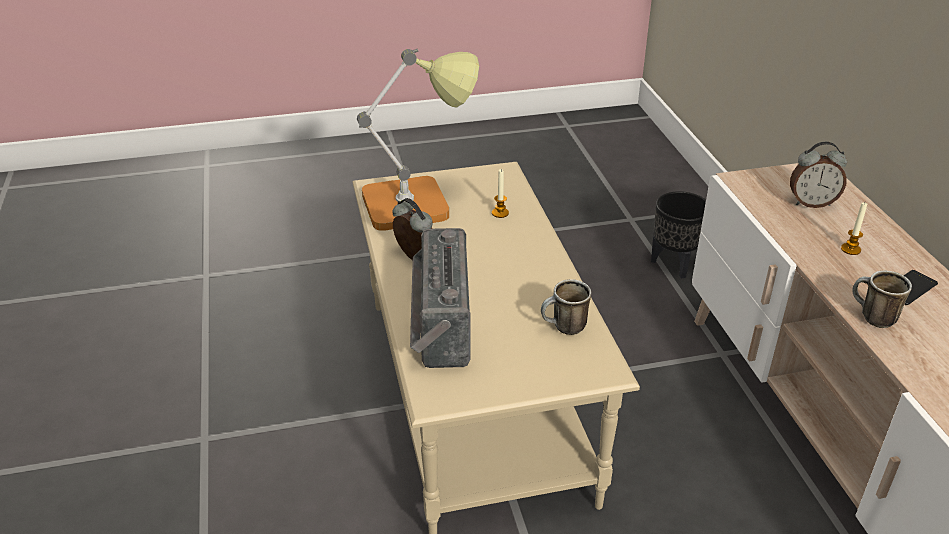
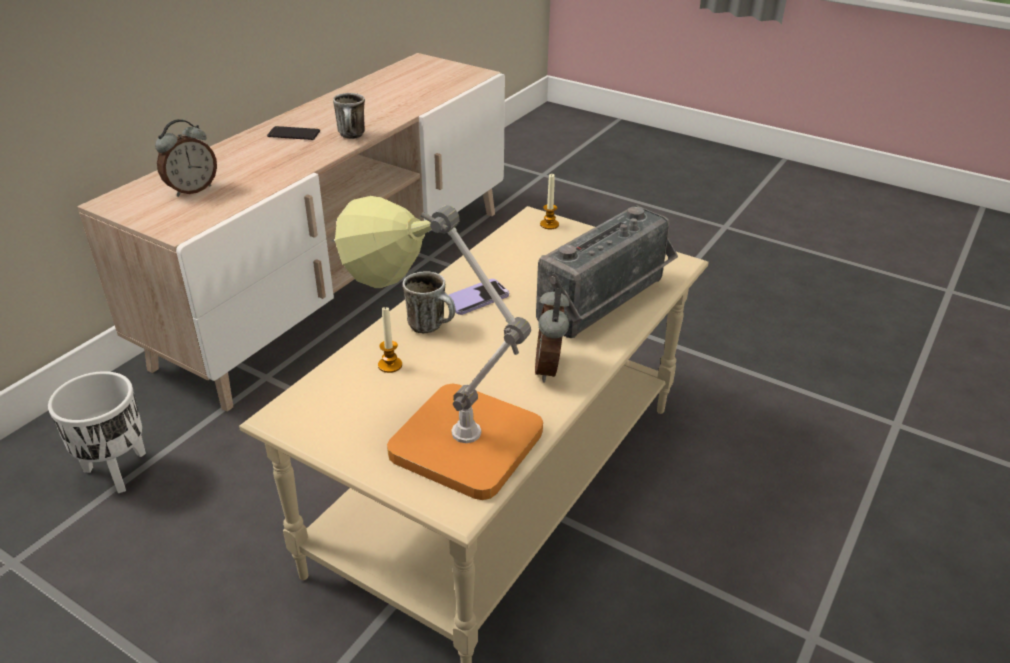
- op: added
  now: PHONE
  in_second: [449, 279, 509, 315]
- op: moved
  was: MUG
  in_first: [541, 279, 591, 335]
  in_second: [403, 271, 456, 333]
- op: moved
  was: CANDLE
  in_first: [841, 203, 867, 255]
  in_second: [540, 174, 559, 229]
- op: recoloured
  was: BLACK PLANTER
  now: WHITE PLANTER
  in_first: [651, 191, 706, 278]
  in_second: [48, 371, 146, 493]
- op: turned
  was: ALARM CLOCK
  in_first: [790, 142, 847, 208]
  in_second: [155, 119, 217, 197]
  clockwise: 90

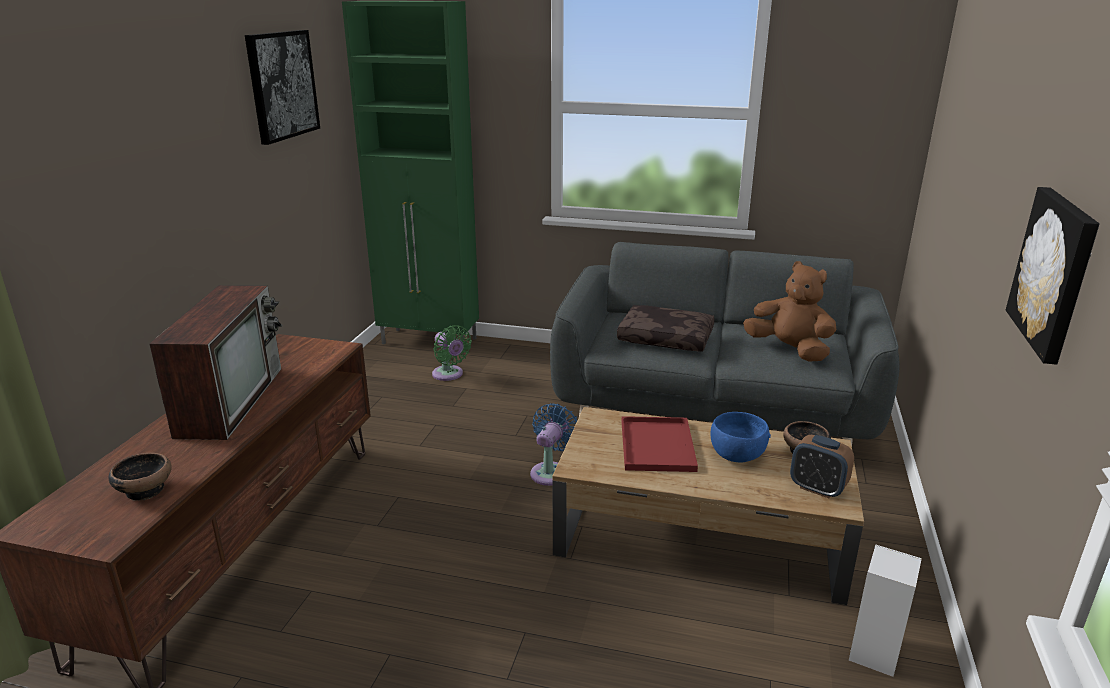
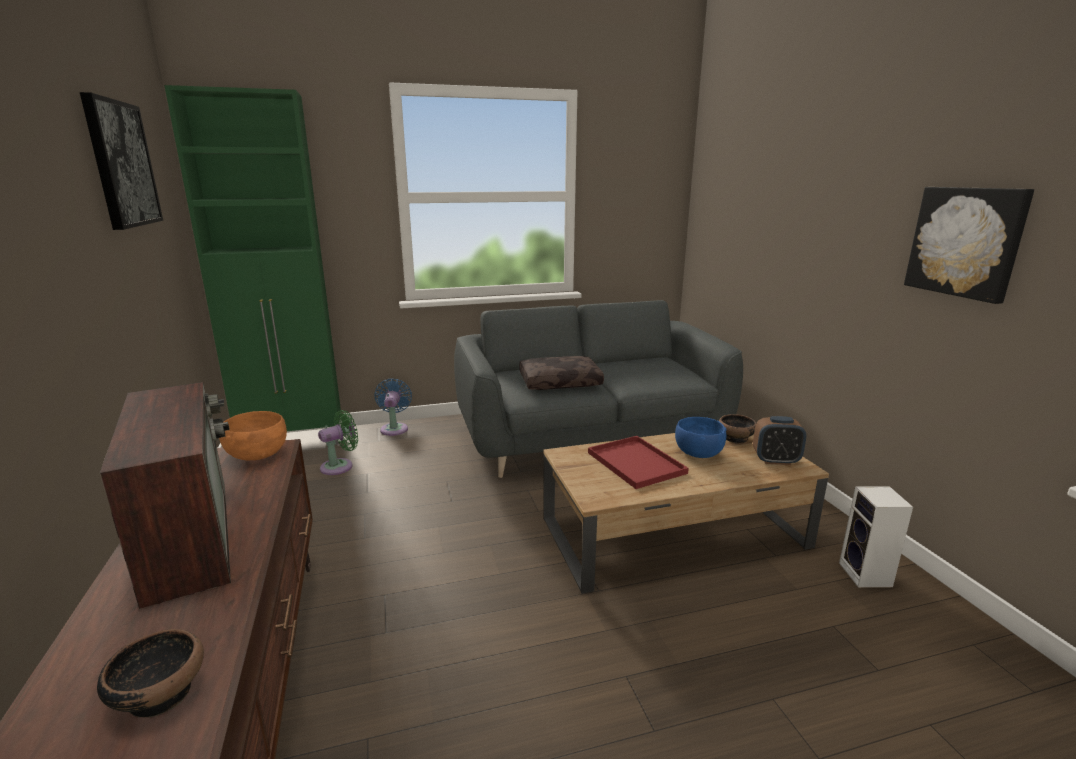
- op: removed
  was: BROWN PLUSH TOY
  in_first: [743, 261, 837, 362]
- op: added
  now: ORANGE BOWL
  in_second: [219, 411, 287, 460]
- op: moved
  was: BLUE FAN
  in_first: [530, 403, 577, 486]
  in_second: [375, 378, 412, 436]
- op: turned
  was: GREEN FAN
  in_first: [432, 325, 472, 381]
  in_second: [318, 410, 358, 475]
  clockwise: -60

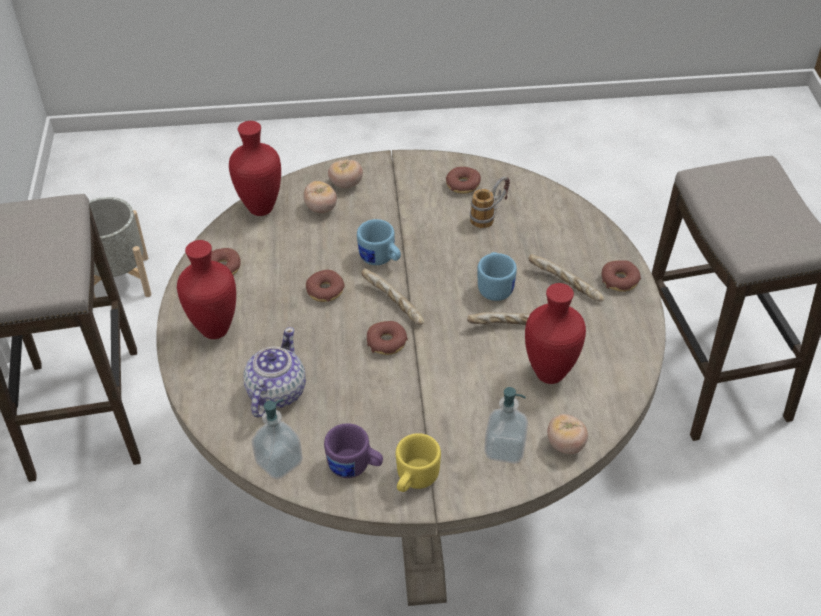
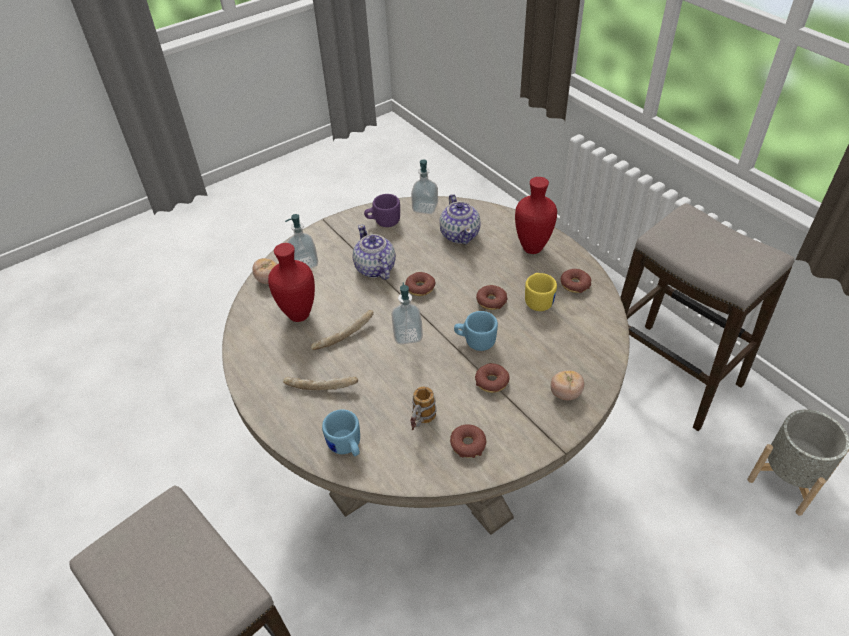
- op: removed
  was: RED VASE
  in_first: [229, 121, 281, 216]
- op: removed
  was: TOMATO
  in_first: [303, 181, 337, 213]
- op: removed
  was: BREAD
  in_first: [362, 268, 424, 325]
- op: added
  now: TEAPOT
  in_second: [352, 224, 396, 280]
- op: added
  now: SOAP DISPENSER
  in_second: [391, 283, 423, 344]
- op: moved
  was: YELLOW MUG
  in_first: [396, 433, 441, 492]
  in_second: [525, 273, 557, 311]
- op: moved
  was: BLUE MUG
  in_first: [477, 252, 517, 301]
  in_second: [322, 409, 360, 456]
- op: moved
  was: DONUT
  in_first: [601, 260, 641, 292]
  in_second: [475, 363, 510, 393]

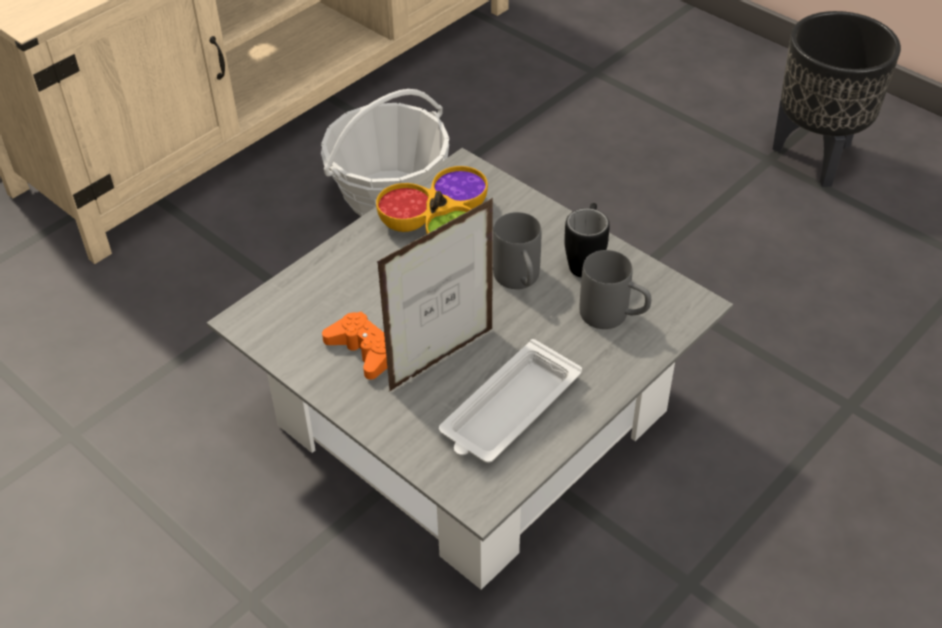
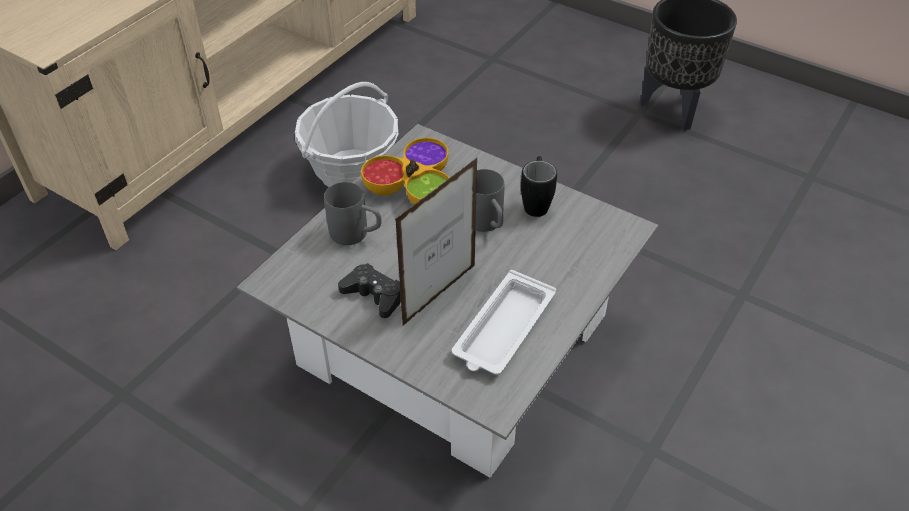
- op: moved
  was: GREY MUG
  in_first: [580, 250, 651, 329]
  in_second: [324, 182, 382, 245]
- op: recoloured
  was: ORANGE GAME CONTROLLER
  now: BLACK GAME CONTROLLER
  in_first: [322, 312, 387, 380]
  in_second: [338, 263, 401, 318]

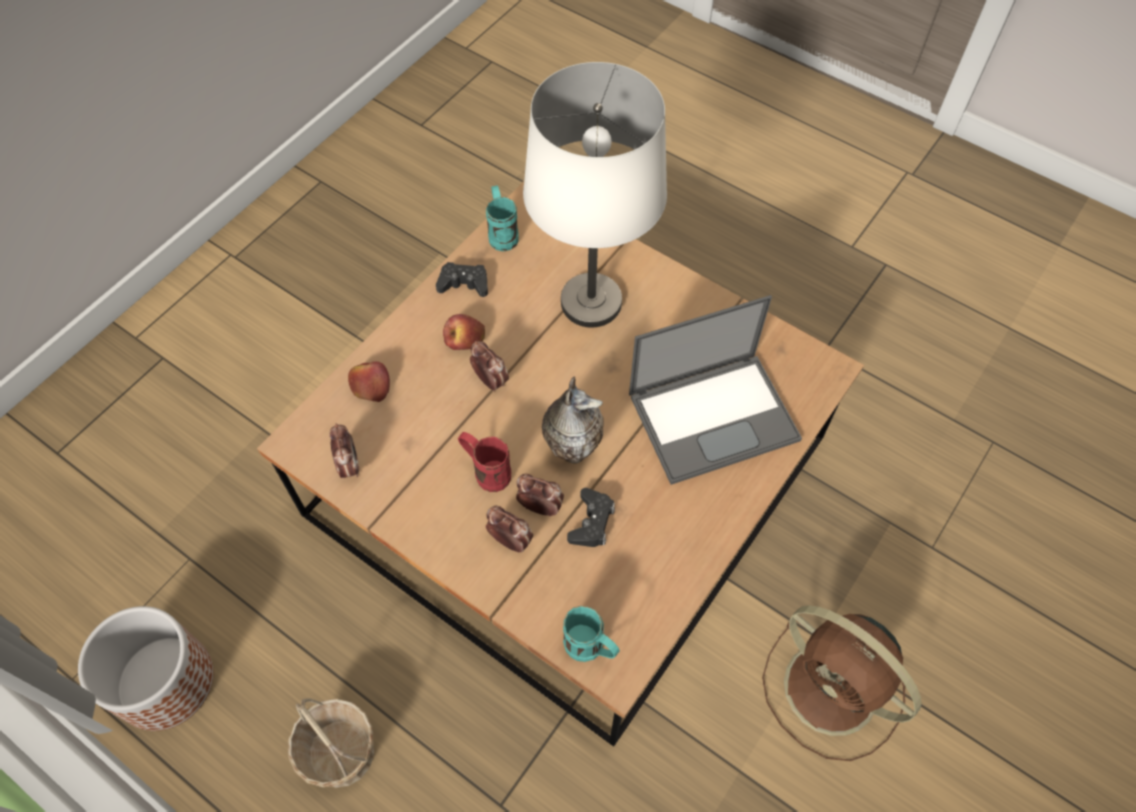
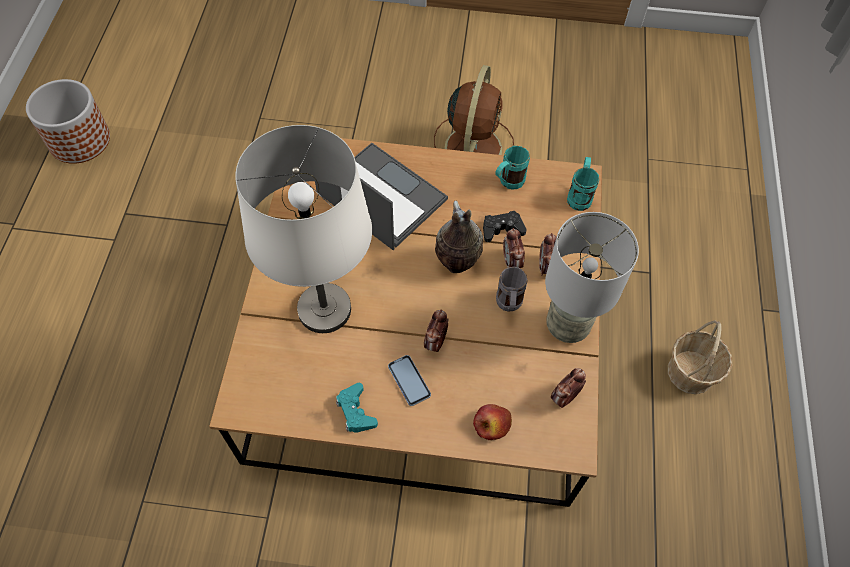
- op: added
  now: GREY TABLE LAMP
  in_second: [545, 212, 639, 343]
- op: moved
  was: PLANTER
  in_first: [78, 606, 214, 731]
  in_second: [26, 79, 110, 164]
- op: moved
  was: TURQUOISE MUG
  in_first: [486, 185, 519, 251]
  in_second: [495, 146, 530, 190]
- op: replaced
  was: APPLE
  now: PHONE
  in_first: [443, 314, 485, 350]
  in_second: [388, 355, 431, 406]
- op: recoloured
  was: BLACK GAME CONTROLLER
  now: TURQUOISE GAME CONTROLLER
  in_first: [436, 262, 488, 297]
  in_second: [336, 383, 378, 433]
- op: recoloured
  was: RED MUG
  now: GREY MUG
  in_first: [458, 432, 511, 492]
  in_second: [496, 267, 527, 312]

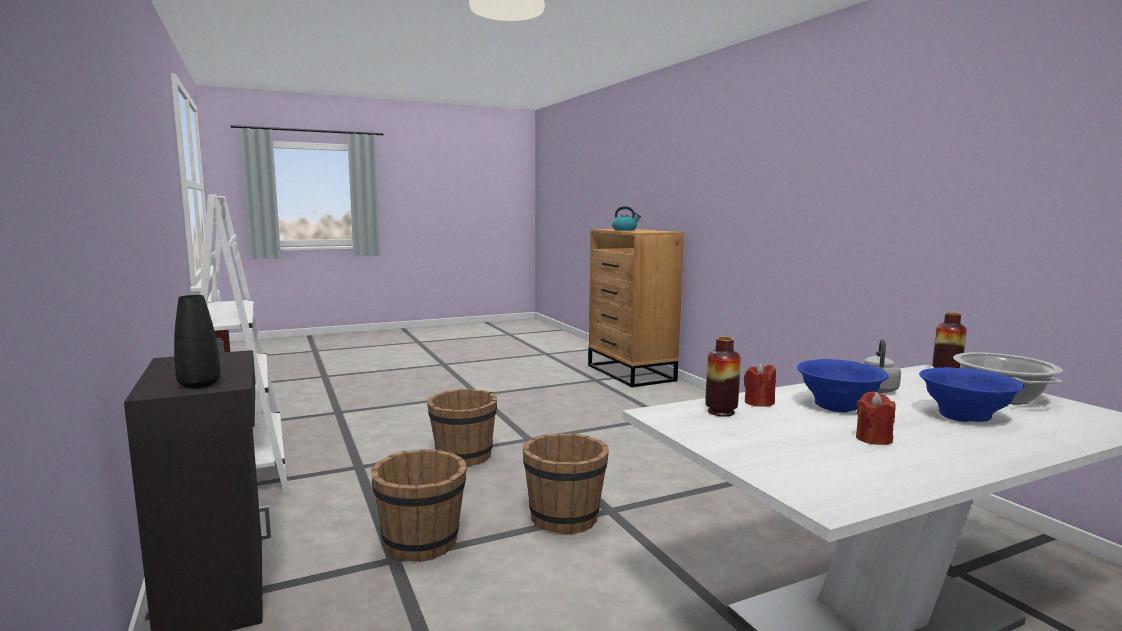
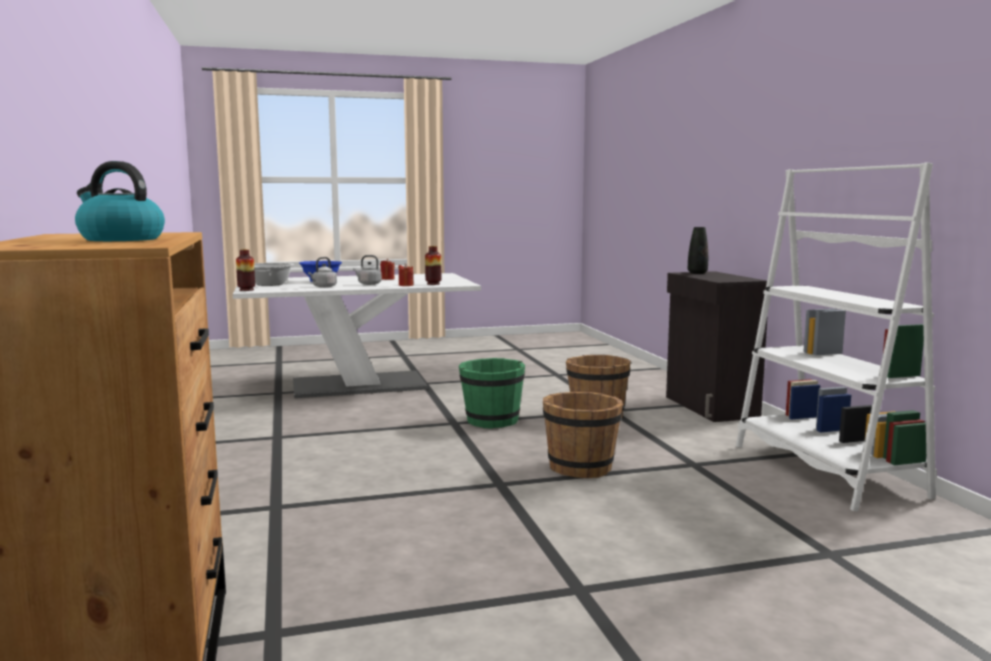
- op: replaced
  was: BLUE BOWL
  now: GREY KETTLE
  in_first: [797, 359, 889, 412]
  in_second: [353, 255, 382, 285]
- op: recoloured
  was: BROWN BUCKET
  now: GREEN BUCKET
  in_first: [523, 433, 609, 534]
  in_second: [459, 358, 525, 429]

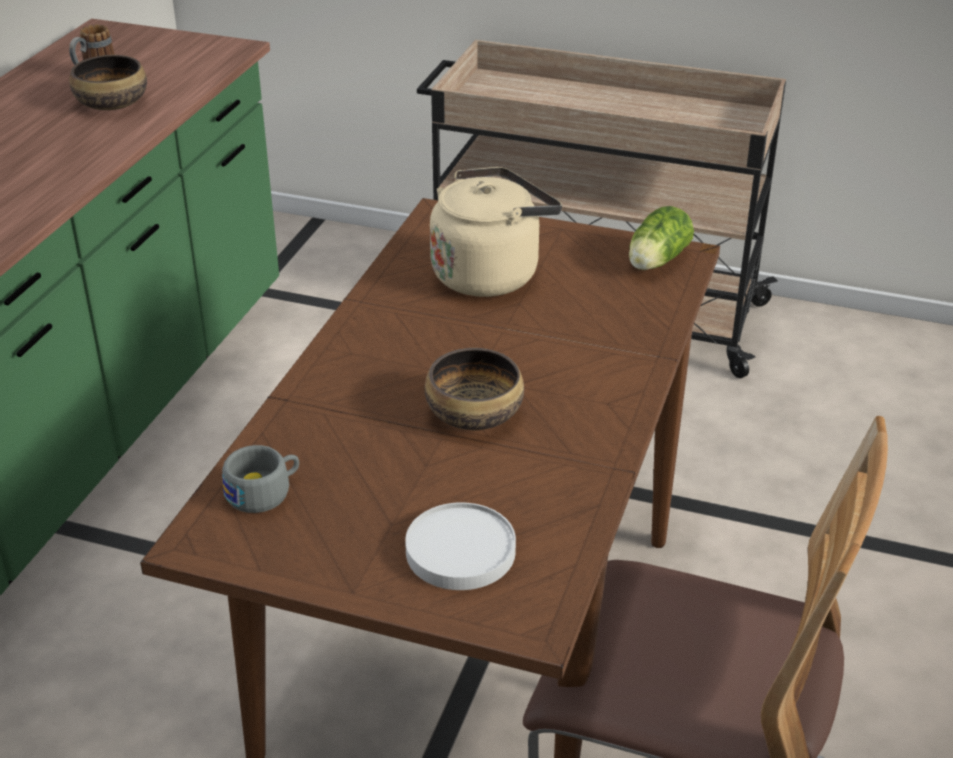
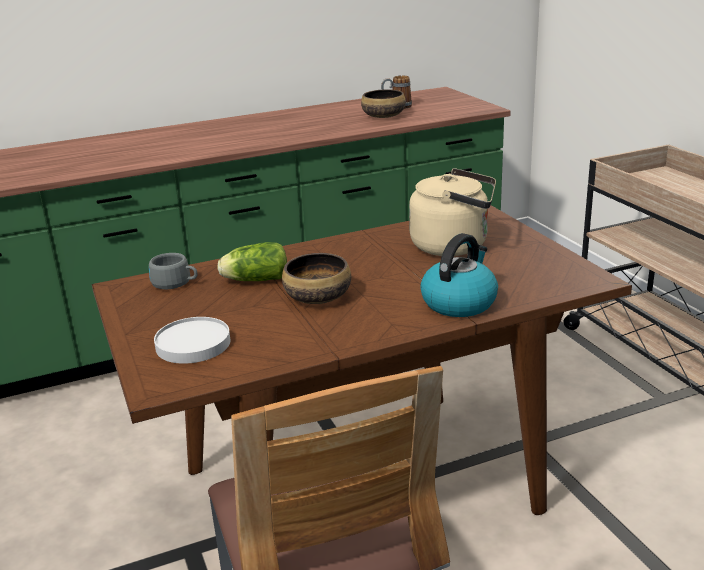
- op: added
  now: KETTLE
  in_second: [420, 233, 498, 317]
- op: moved
  was: LETTUCE
  in_first: [629, 206, 694, 270]
  in_second: [217, 242, 287, 281]

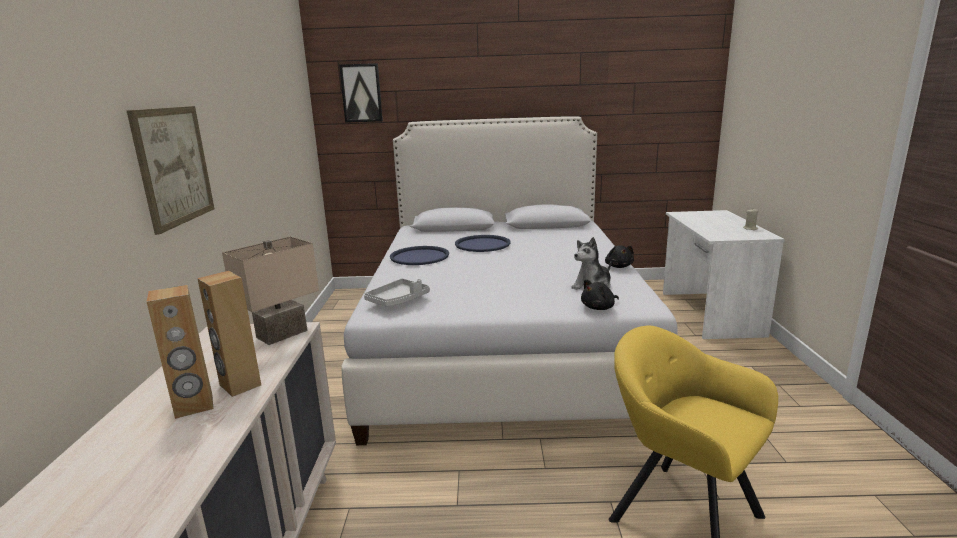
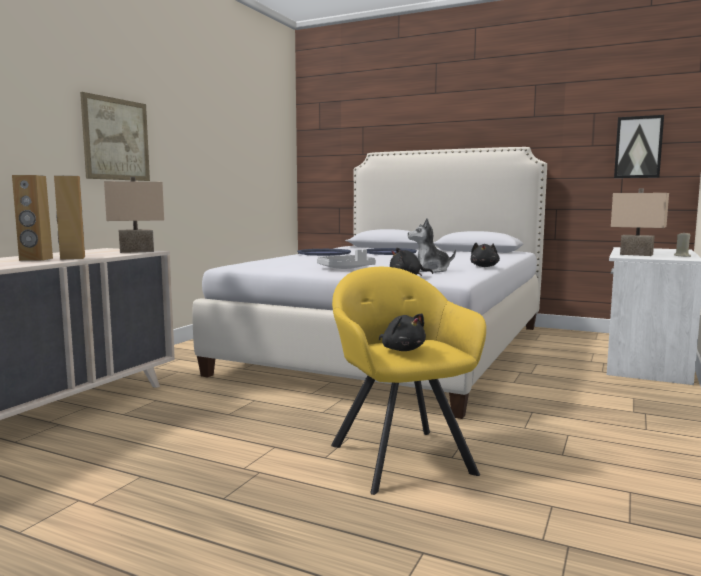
- op: added
  now: BLACK PLUSH TOY
  in_second: [379, 314, 426, 351]
- op: added
  now: BEIGE TABLE LAMP
  in_second: [611, 188, 669, 256]
- op: moved
  was: PICTURE
  in_first: [339, 63, 383, 123]
  in_second: [614, 115, 664, 178]
- op: moved
  was: GREY TRAY
  in_first: [364, 278, 430, 307]
  in_second: [317, 249, 376, 269]

